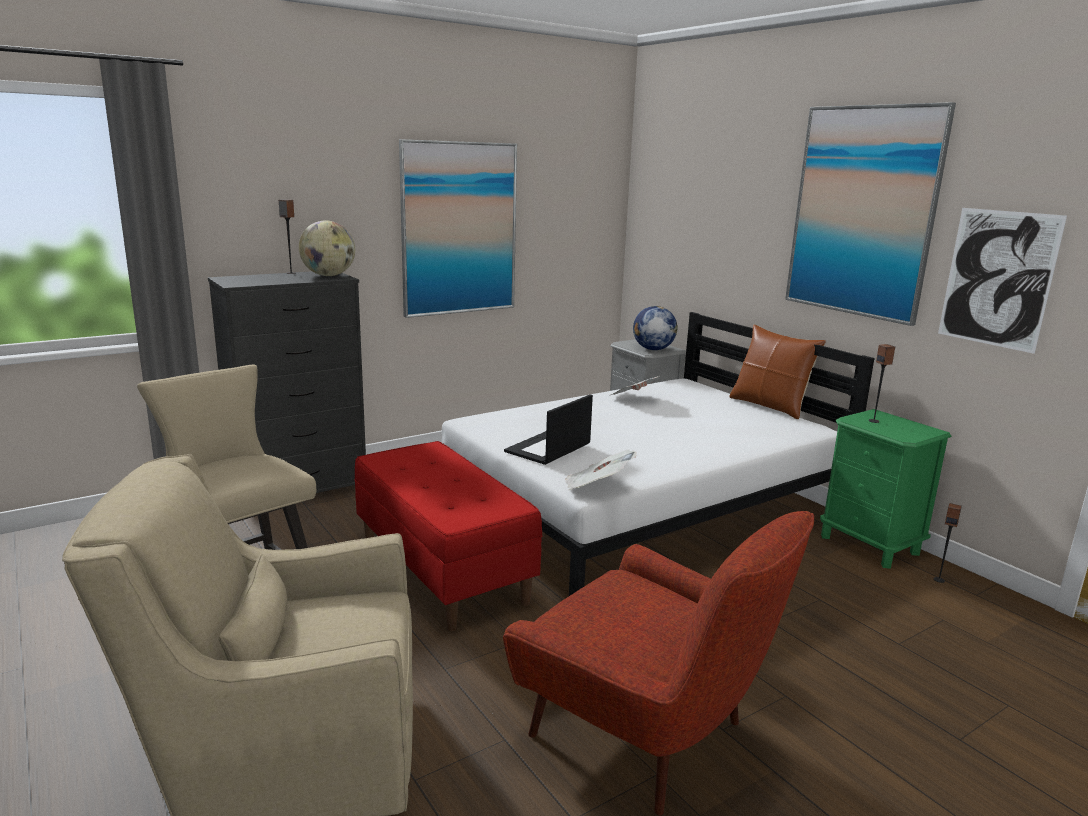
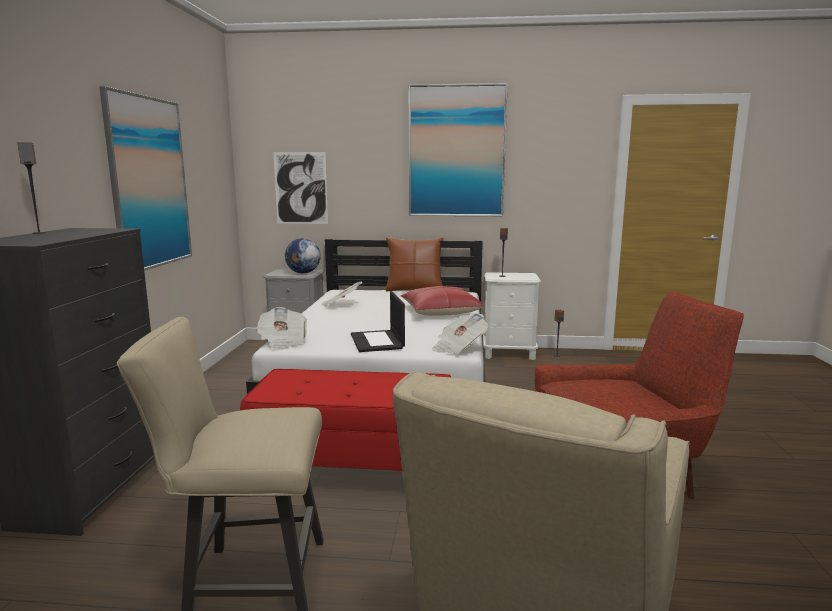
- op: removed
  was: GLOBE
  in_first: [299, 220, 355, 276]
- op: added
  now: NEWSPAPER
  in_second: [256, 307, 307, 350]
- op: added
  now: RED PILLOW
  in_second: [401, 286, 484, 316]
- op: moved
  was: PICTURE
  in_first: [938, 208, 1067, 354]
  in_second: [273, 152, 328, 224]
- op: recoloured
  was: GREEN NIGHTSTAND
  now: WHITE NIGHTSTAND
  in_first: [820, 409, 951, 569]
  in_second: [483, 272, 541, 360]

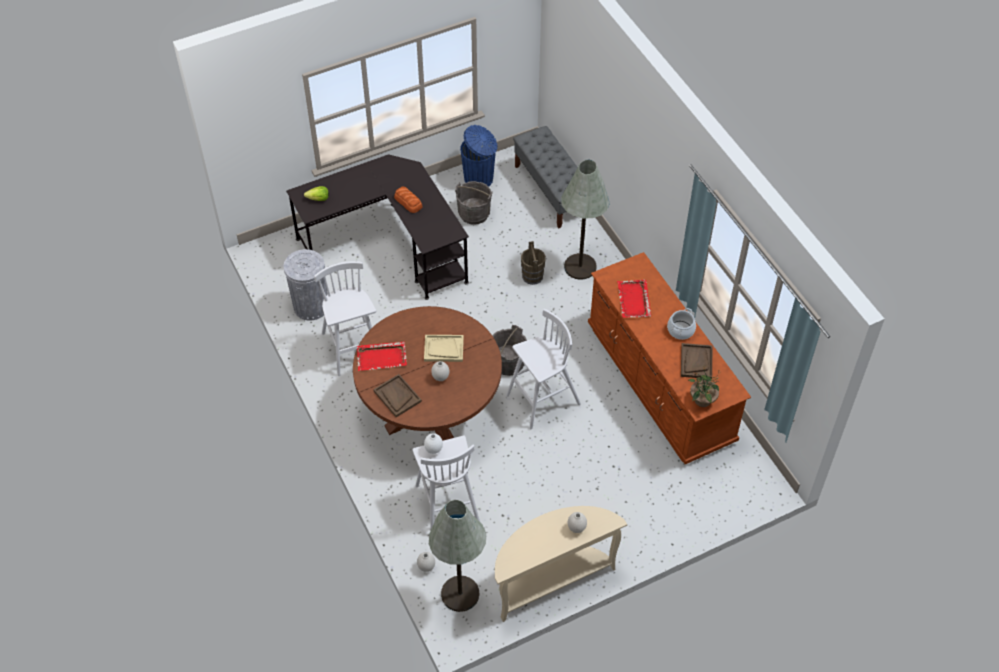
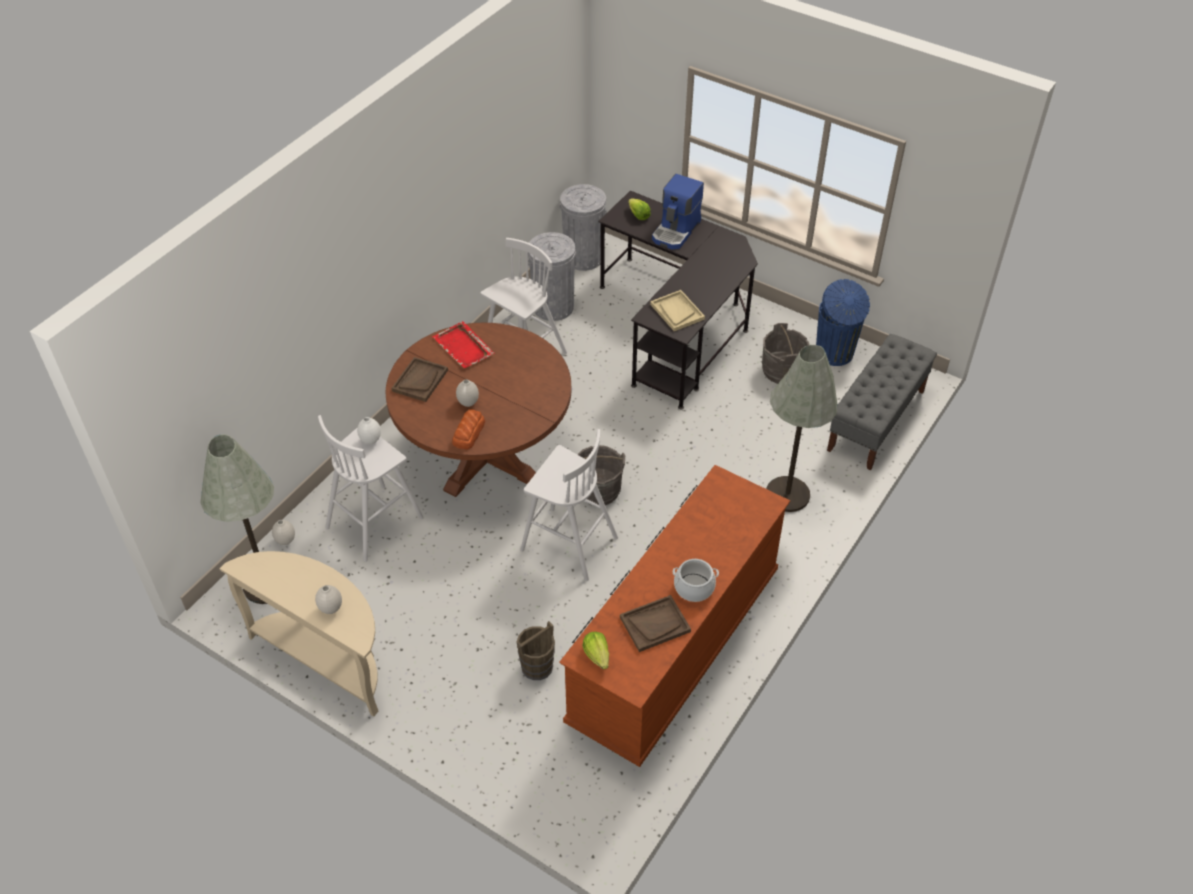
- op: removed
  was: RED TRAY
  in_first: [617, 280, 651, 318]
- op: added
  now: GREY TRASH CAN
  in_second: [559, 184, 607, 271]
- op: added
  now: COFFEE MACHINE
  in_second: [652, 174, 704, 249]
- op: moved
  was: BREAD
  in_first: [394, 186, 422, 213]
  in_second: [452, 409, 485, 450]
- op: moved
  was: BEIGE TRAY
  in_first: [424, 335, 464, 362]
  in_second: [650, 290, 705, 331]
- op: moved
  was: BROWN BUCKET
  in_first: [521, 241, 546, 285]
  in_second: [516, 621, 555, 680]
- op: replaced
  was: POTTED PLANT
  now: LETTUCE
  in_first: [688, 366, 721, 407]
  in_second: [582, 632, 609, 669]

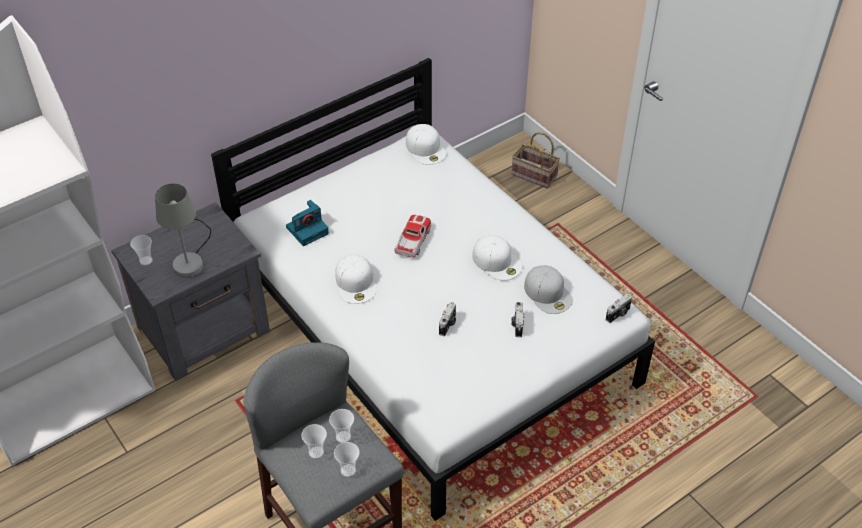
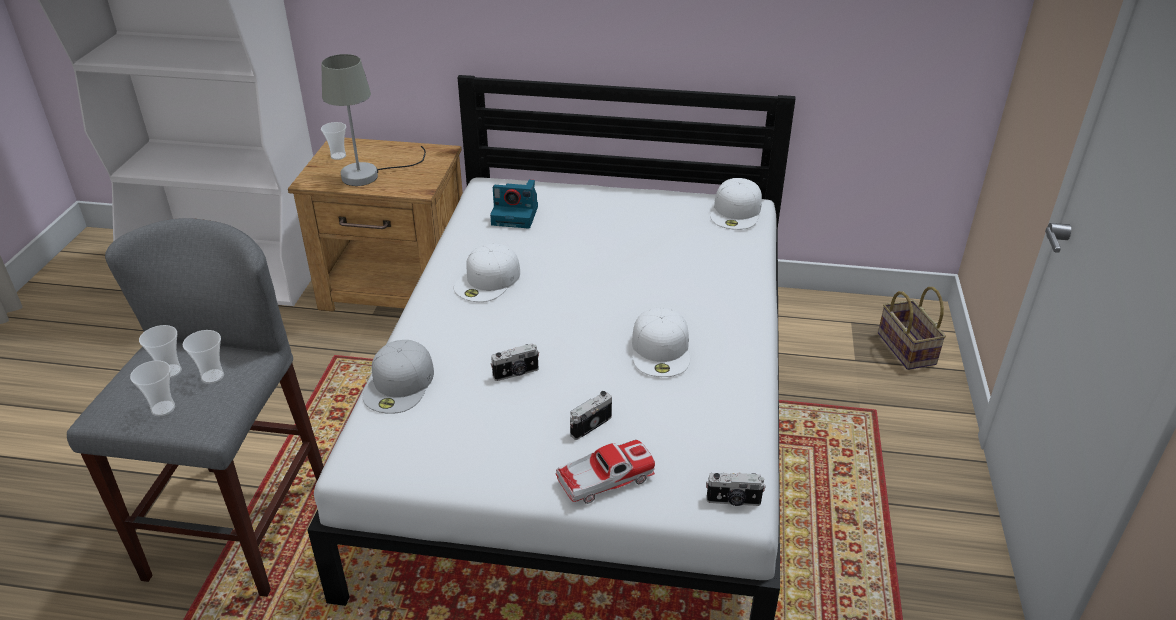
- op: moved
  was: TOY CAR
  in_first: [394, 215, 432, 258]
  in_second: [556, 440, 655, 504]
- op: moved
  was: WHITE CAP
  in_first: [524, 265, 573, 314]
  in_second: [363, 340, 434, 414]
- op: recoloured
  was: GREY NIGHTSTAND
  now: BROWN NIGHTSTAND
  in_first: [111, 202, 270, 381]
  in_second: [288, 138, 463, 312]

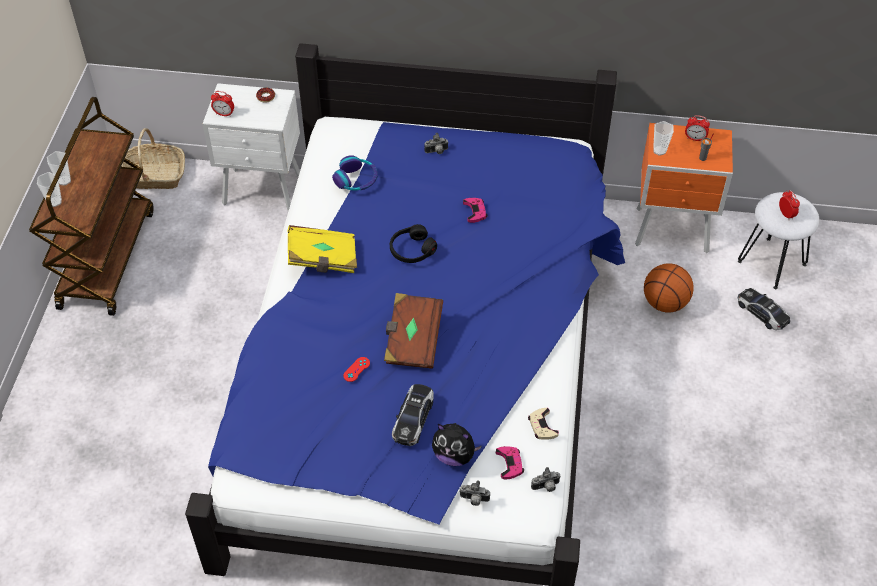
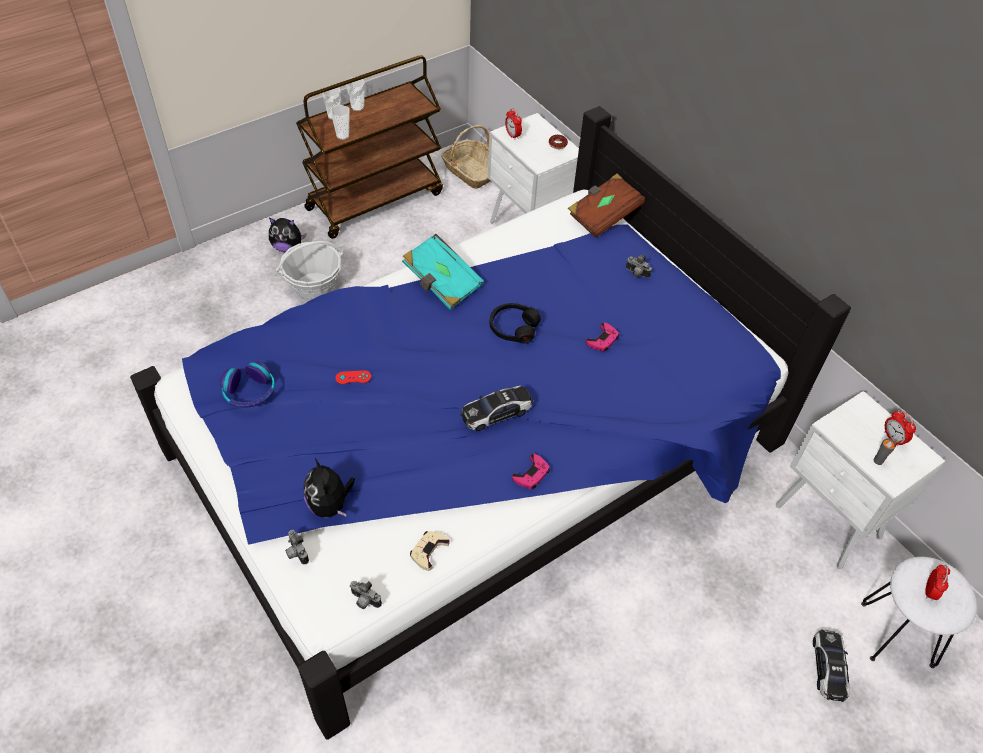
- op: removed
  was: BASKETBALL
  in_first: [644, 263, 694, 313]
- op: added
  now: PLUSH TOY
  in_second: [269, 218, 306, 253]
- op: added
  now: BASKET
  in_second: [276, 241, 344, 300]
- op: moved
  was: HEADPHONES
  in_first: [332, 155, 378, 190]
  in_second: [220, 361, 275, 408]
- op: moved
  was: BROWN BOOK
  in_first: [384, 293, 443, 369]
  in_second: [568, 174, 645, 238]
- op: moved
  was: TOY CAR
  in_first: [392, 384, 434, 446]
  in_second: [460, 386, 533, 431]
- op: moved
  was: PINK GAME CONTROLLER
  in_first: [496, 446, 524, 479]
  in_second: [512, 453, 550, 489]
- op: moved
  was: CUP
  in_first: [653, 121, 674, 156]
  in_second: [331, 105, 350, 140]
- op: recoloured
  was: YELLOW BOOK
  now: TURQUOISE BOOK
  in_first: [288, 225, 357, 273]
  in_second: [402, 234, 484, 310]
- op: recoloured
  was: ORANGE NIGHTSTAND
  now: WHITE NIGHTSTAND
  in_first: [635, 123, 733, 253]
  in_second: [776, 391, 945, 569]

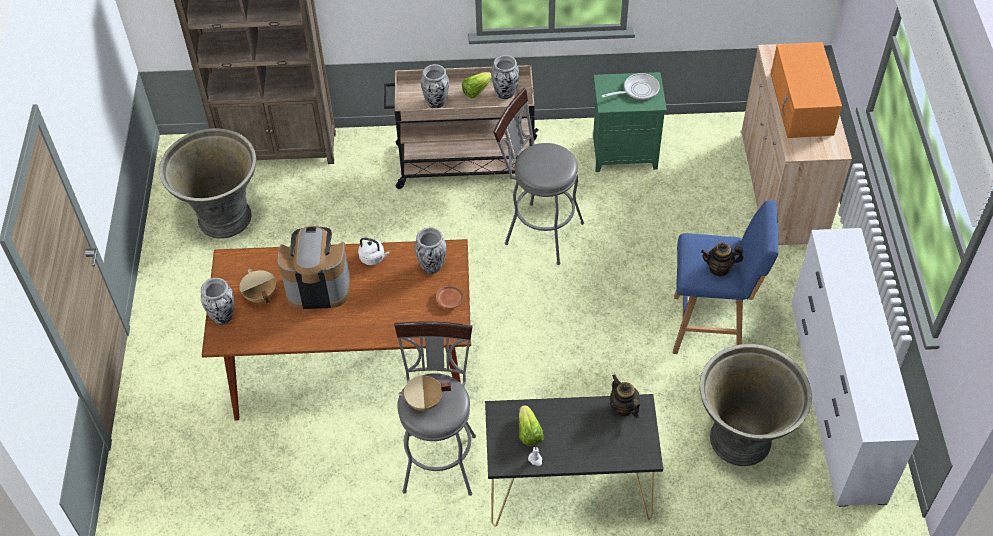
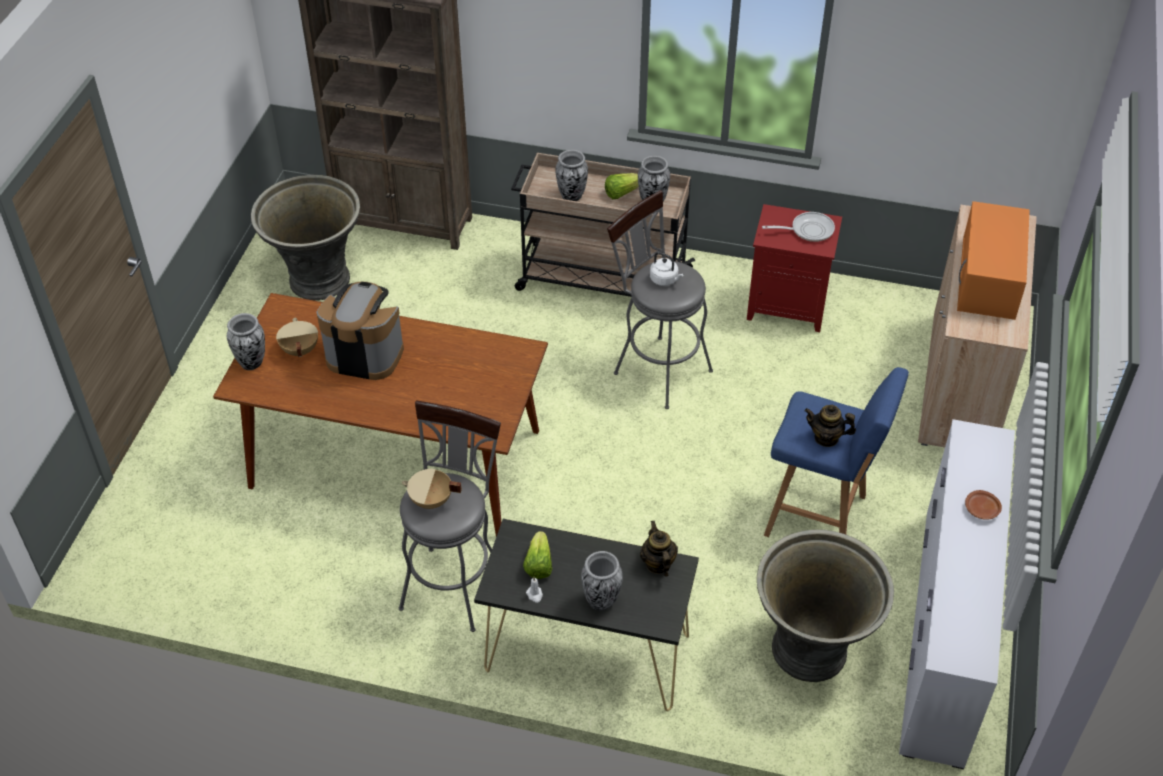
- op: moved
  was: WHITE KETTLE
  in_first: [358, 238, 389, 265]
  in_second: [650, 252, 684, 286]
- op: moved
  was: VASE
  in_first: [415, 227, 446, 274]
  in_second: [581, 551, 623, 611]
- op: moved
  was: BROWN PLATE
  in_first: [436, 285, 464, 309]
  in_second: [965, 490, 1002, 520]
- op: recoloured
  was: GREEN NIGHTSTAND
  now: RED NIGHTSTAND
  in_first: [593, 72, 667, 172]
  in_second: [747, 204, 842, 332]

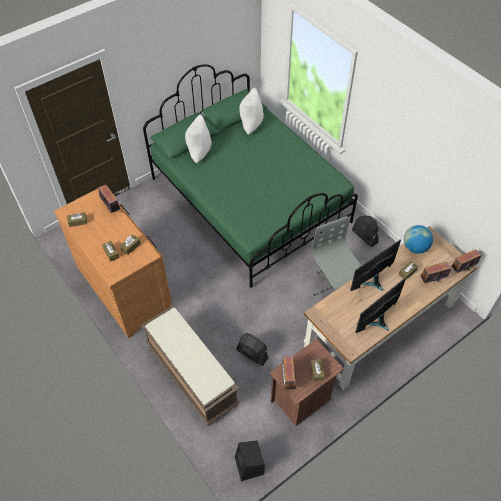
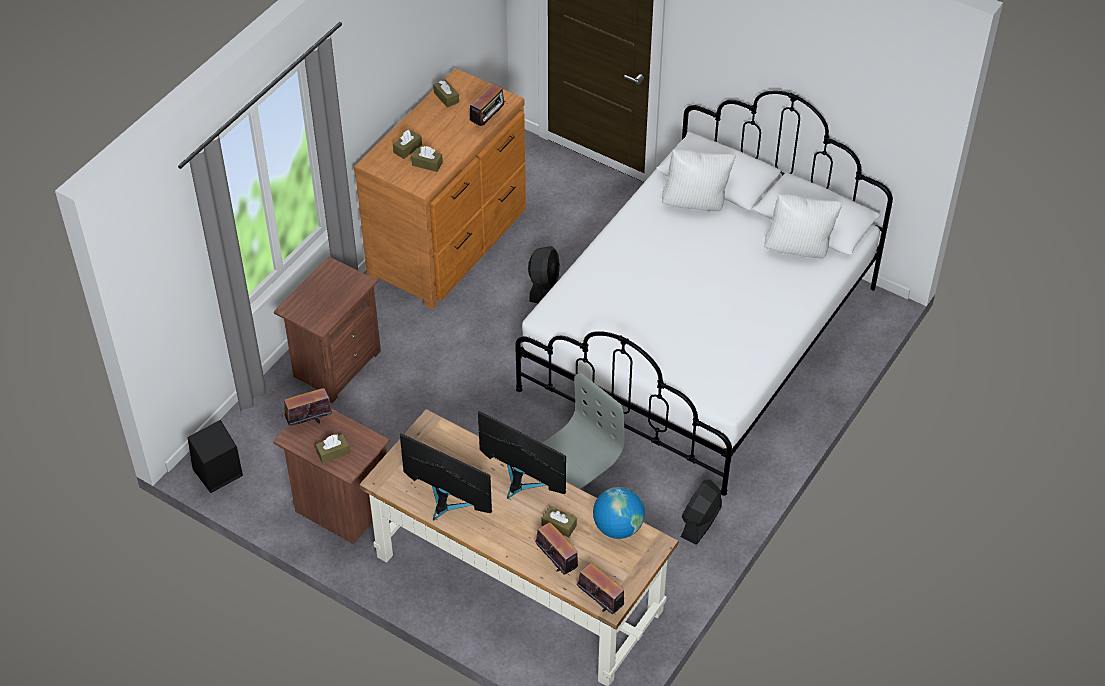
- op: moved
  was: BLACK FAN
  in_first: [237, 333, 268, 366]
  in_second: [528, 246, 560, 303]
- op: replaced
  was: BROWN BENCH
  now: BROWN NIGHTSTAND
  in_first: [141, 305, 240, 426]
  in_second: [274, 257, 381, 403]
- op: recoloured
  was: GREEN BED
  now: WHITE BED
  in_first: [143, 64, 358, 288]
  in_second: [515, 91, 893, 496]

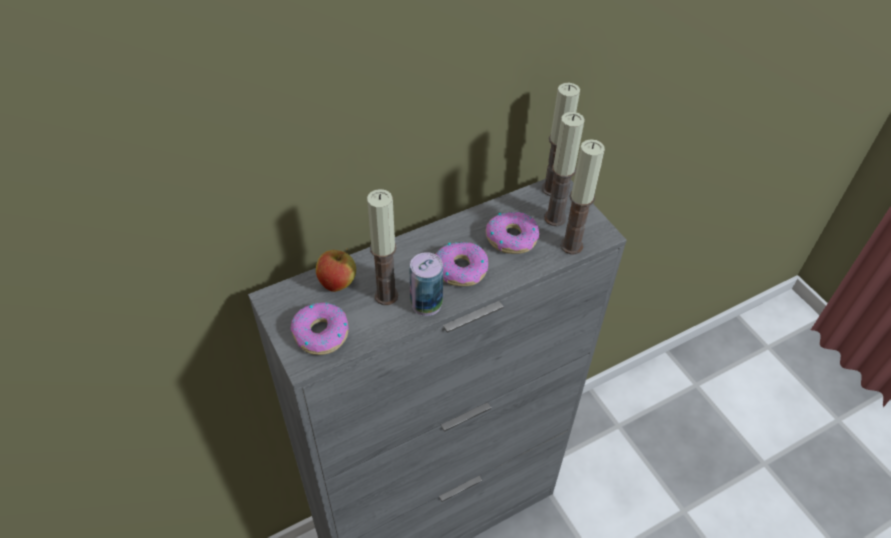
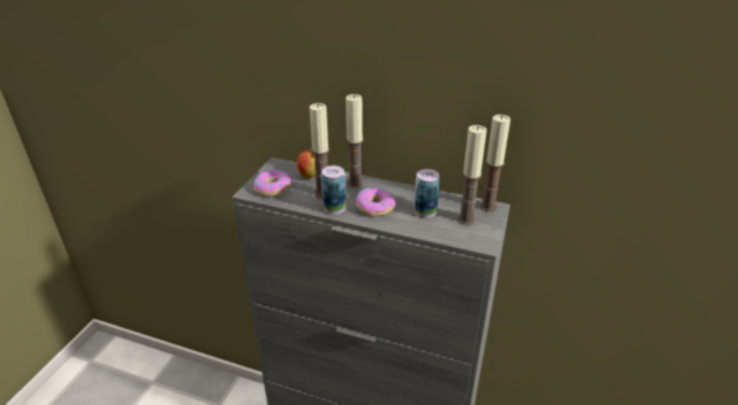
- op: moved
  was: CANDLE
  in_first: [560, 139, 605, 254]
  in_second: [346, 94, 363, 187]
- op: replaced
  was: DONUT
  now: CAN
  in_first: [486, 212, 539, 254]
  in_second: [414, 169, 440, 218]

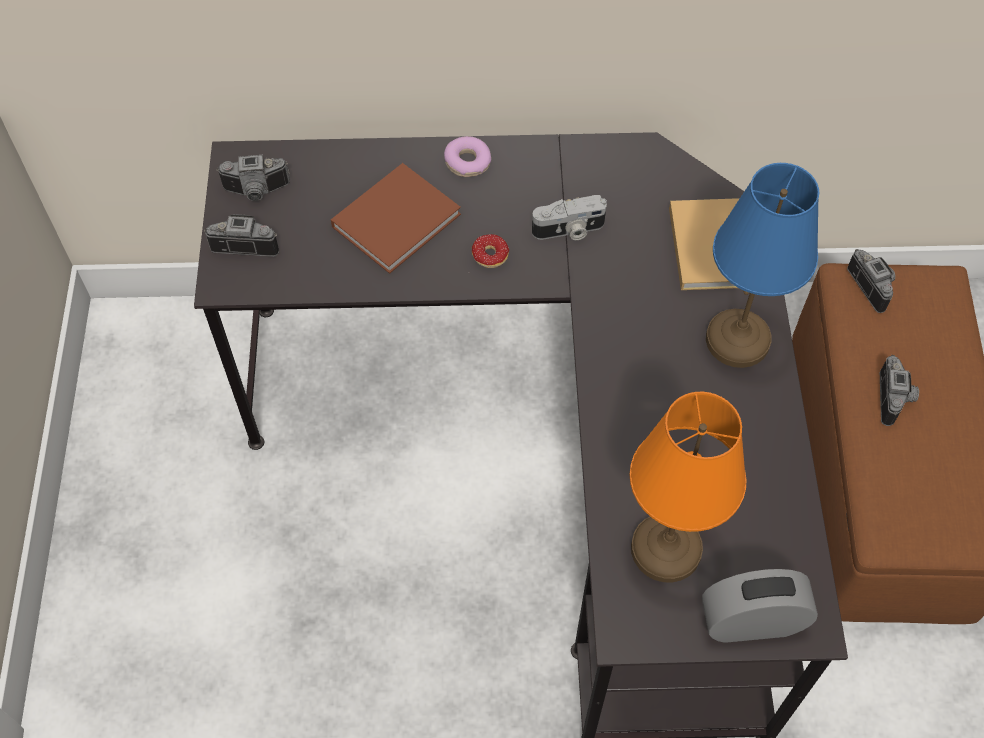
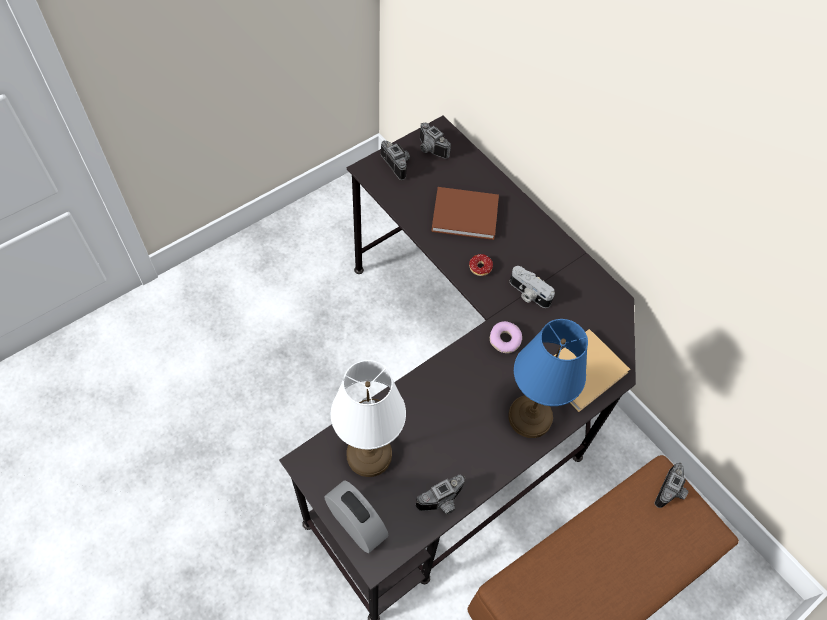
- op: moved
  was: DONUT
  in_first: [444, 136, 491, 177]
  in_second: [490, 321, 522, 353]
- op: moved
  was: PHOTO CAMERA
  in_first: [880, 355, 919, 426]
  in_second: [416, 475, 465, 514]
- op: recoloured
  was: ORANGE TABLE LAMP
  now: WHITE TABLE LAMP
  in_first: [630, 392, 747, 582]
  in_second: [331, 360, 406, 477]

